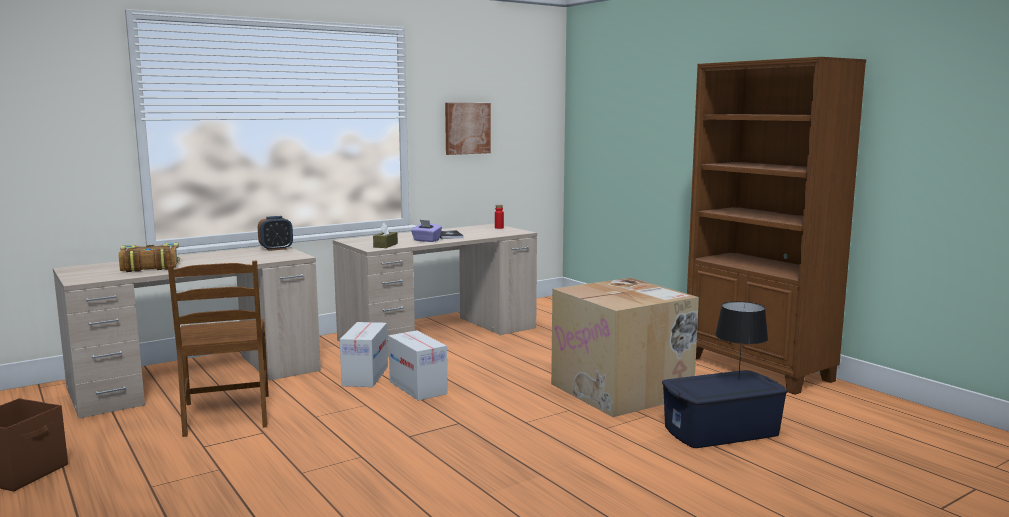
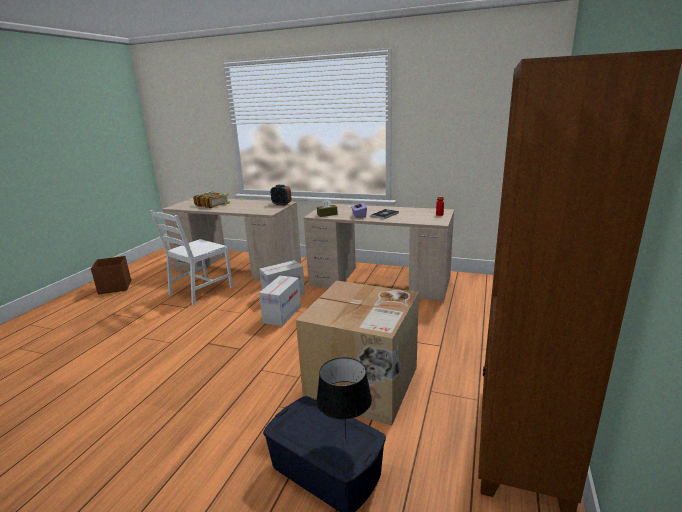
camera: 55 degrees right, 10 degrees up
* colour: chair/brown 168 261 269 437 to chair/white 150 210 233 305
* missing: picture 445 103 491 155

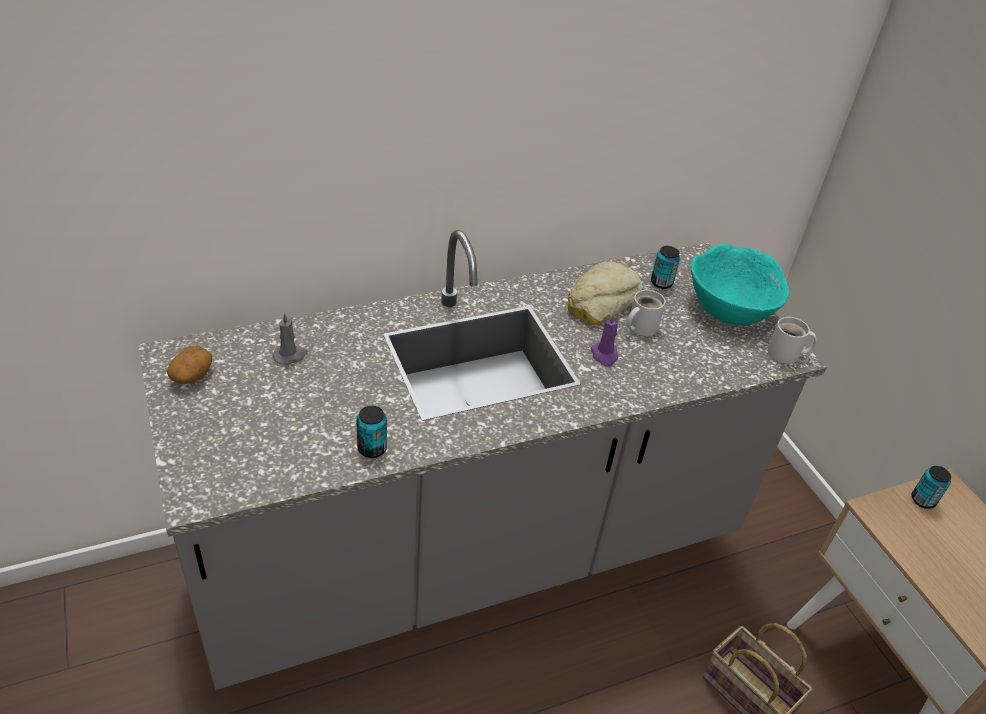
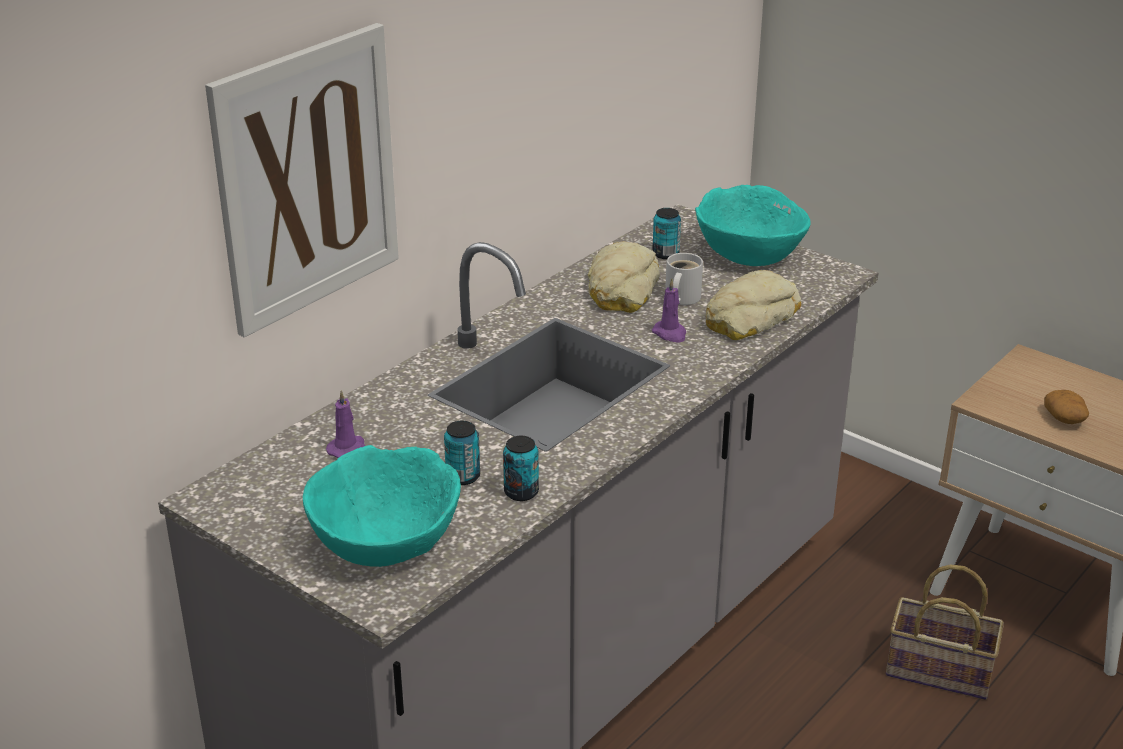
camera: 25 degrees left, 10 degrees down
* appeared: picture 205 23 399 338
* appeared: bowl/turquoise 303 445 461 567
* colour: candle/grey 273 313 308 365 to candle/purple 326 390 365 458
* relocated: can 912 466 951 509 to 444 421 480 485
* appeared: bread 705 270 801 340
* relocated: potato 167 346 212 384 to 1044 390 1089 424
* missing: mug/white 768 317 817 364

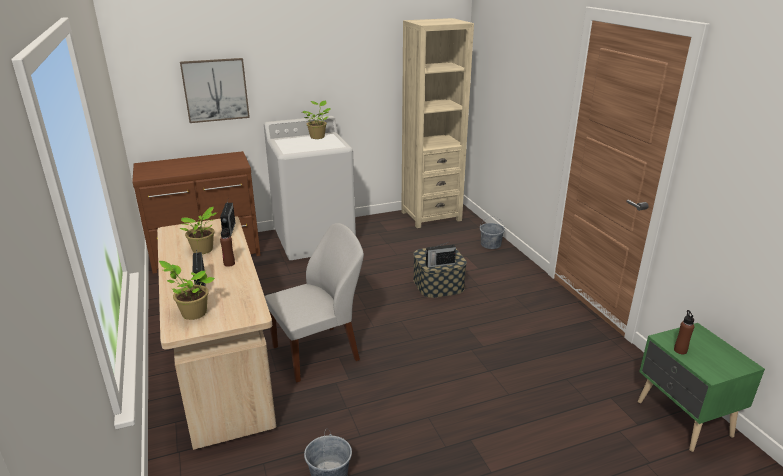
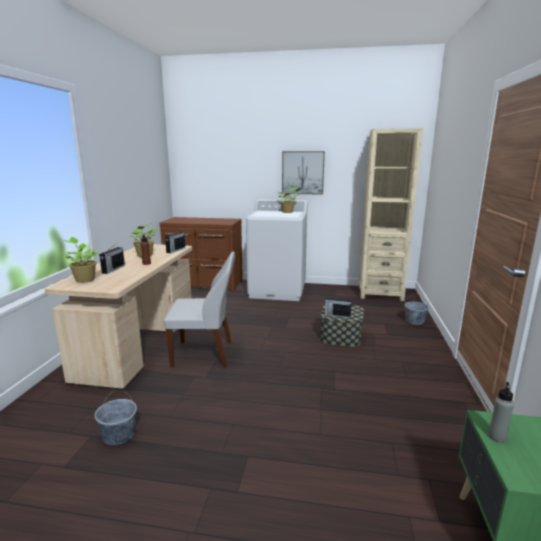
camera: 30 degrees right, 10 degrees down
* relocated: picture 180 58 250 123 to 282 151 325 195
* colour: bottle/brown 674 310 694 354 to bottle/grey 488 382 514 443

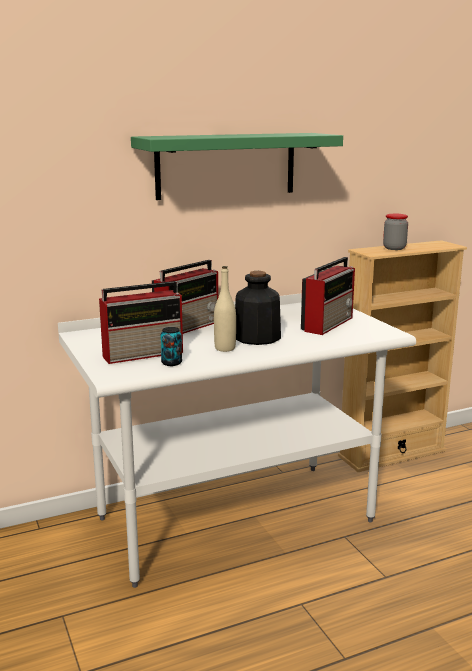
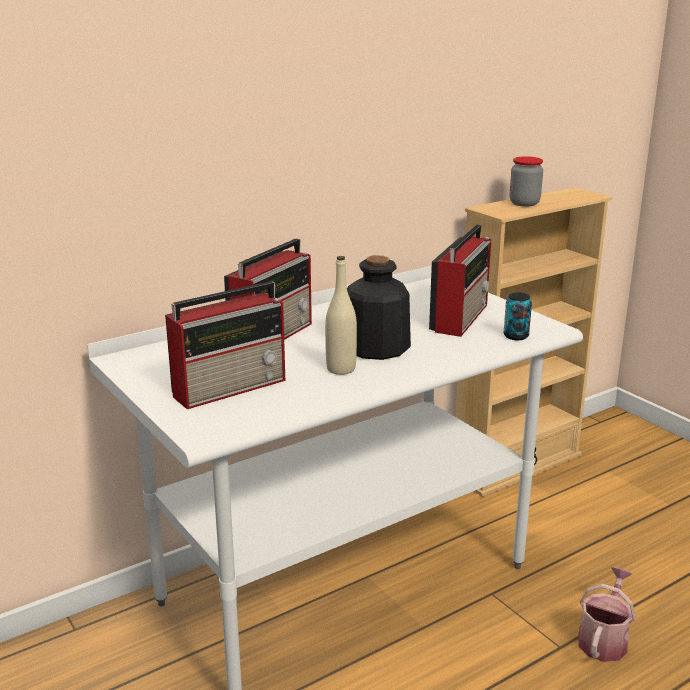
camera: 10 degrees left, 5 degrees up
* relocated: can 160 327 182 366 to 504 292 532 340
* appeared: watering can 578 567 636 662
* missing: shelf/green 131 133 343 200

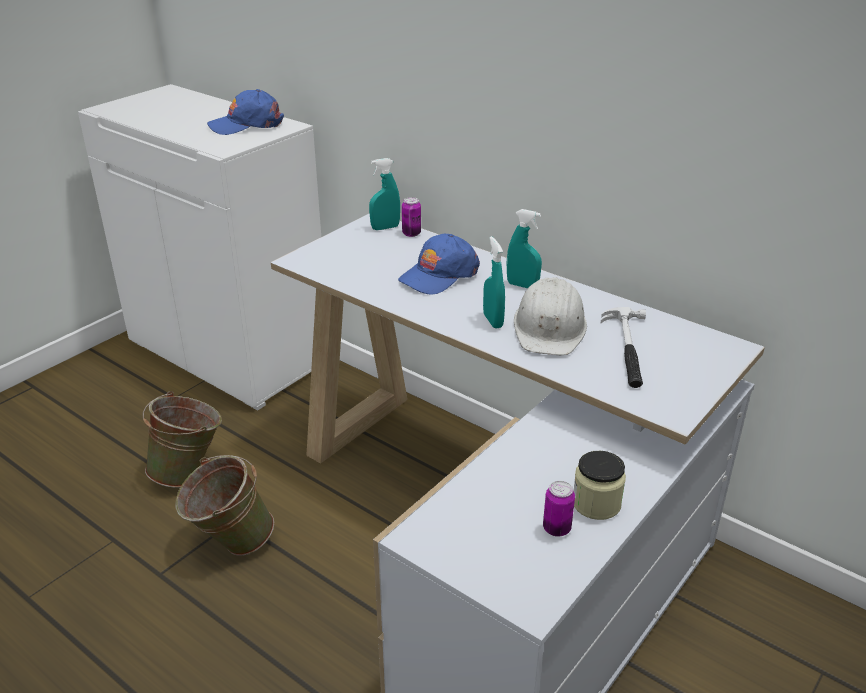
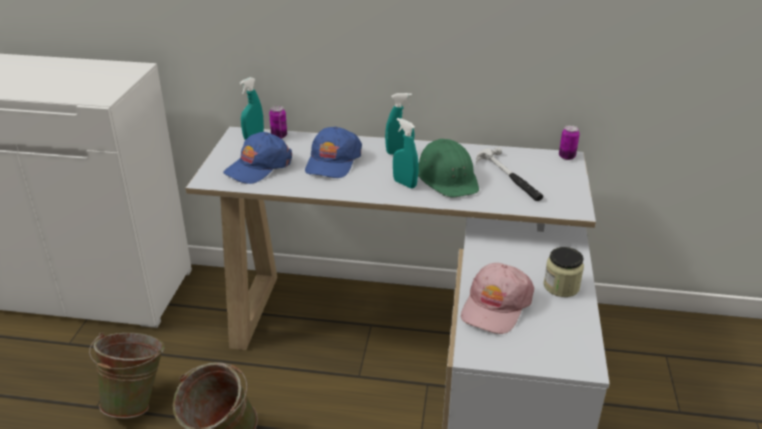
camera: 30 degrees left, 0 degrees up
* relocated: cap/blue 207 89 284 135 to 223 132 292 184
* colour: hard hat/white 514 277 587 355 to hard hat/green 418 139 479 197
* appeared: cap/pink 461 263 534 334
* relocated: can 543 481 575 537 to 559 125 580 160

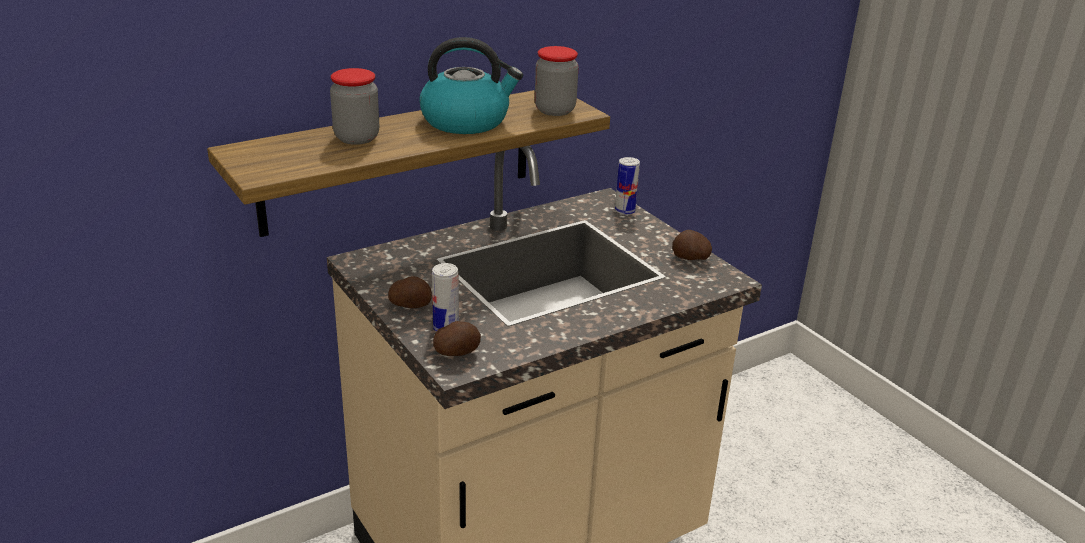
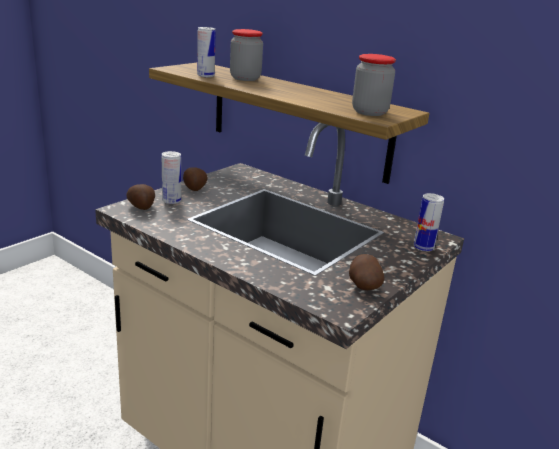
camera: 70 degrees right, 5 degrees down
* appeared: can 197 27 216 77
* missing: kettle 419 37 523 134

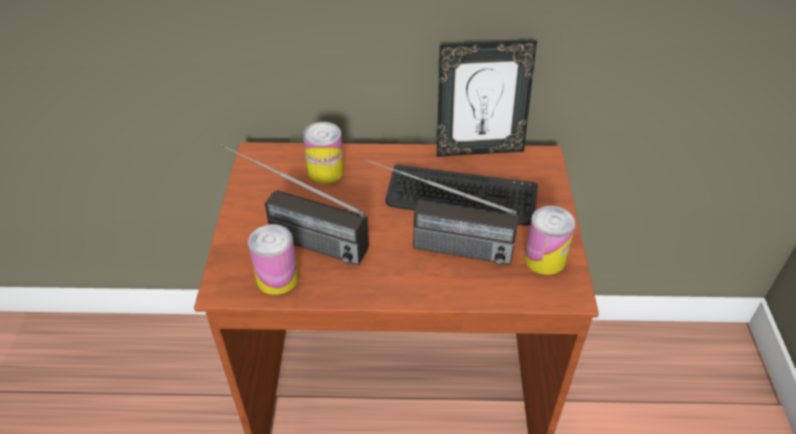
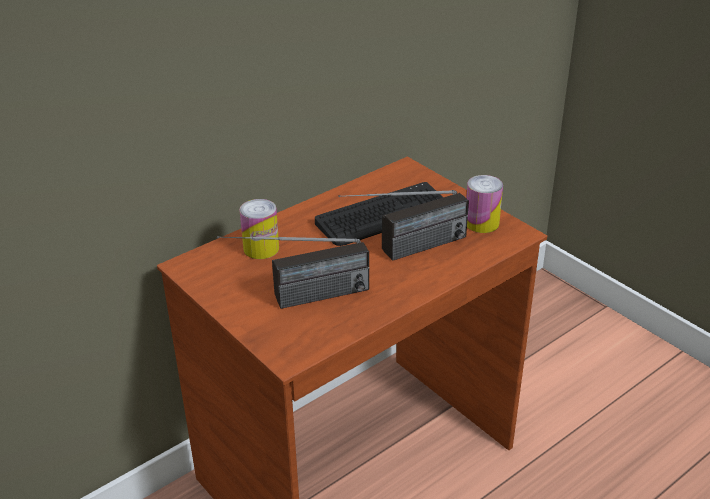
camera: 40 degrees left, 10 degrees down
* missing: can 248 224 299 295
* missing: picture frame 437 40 537 157

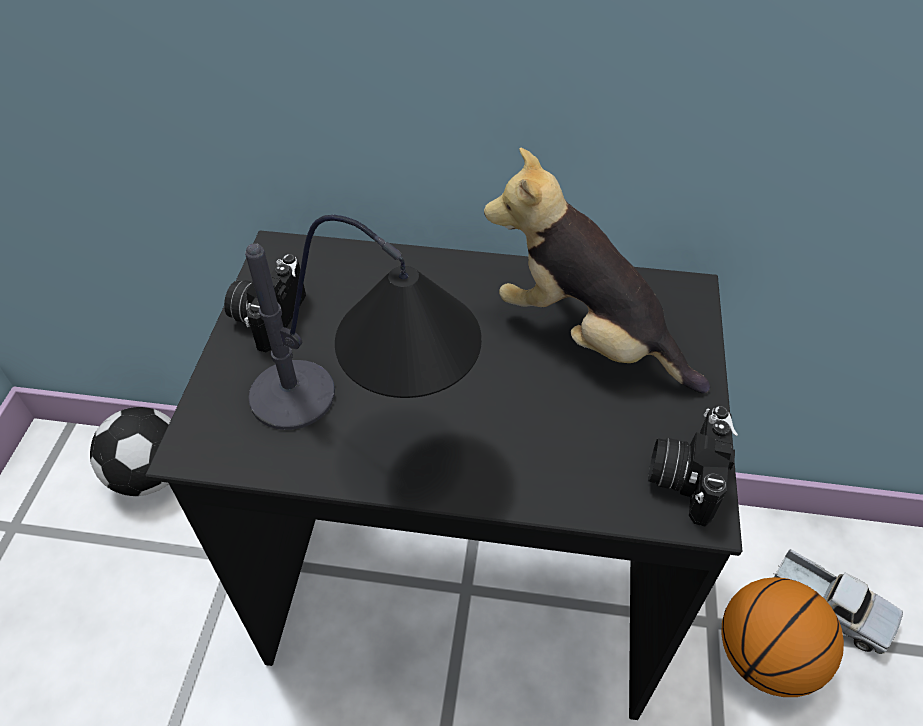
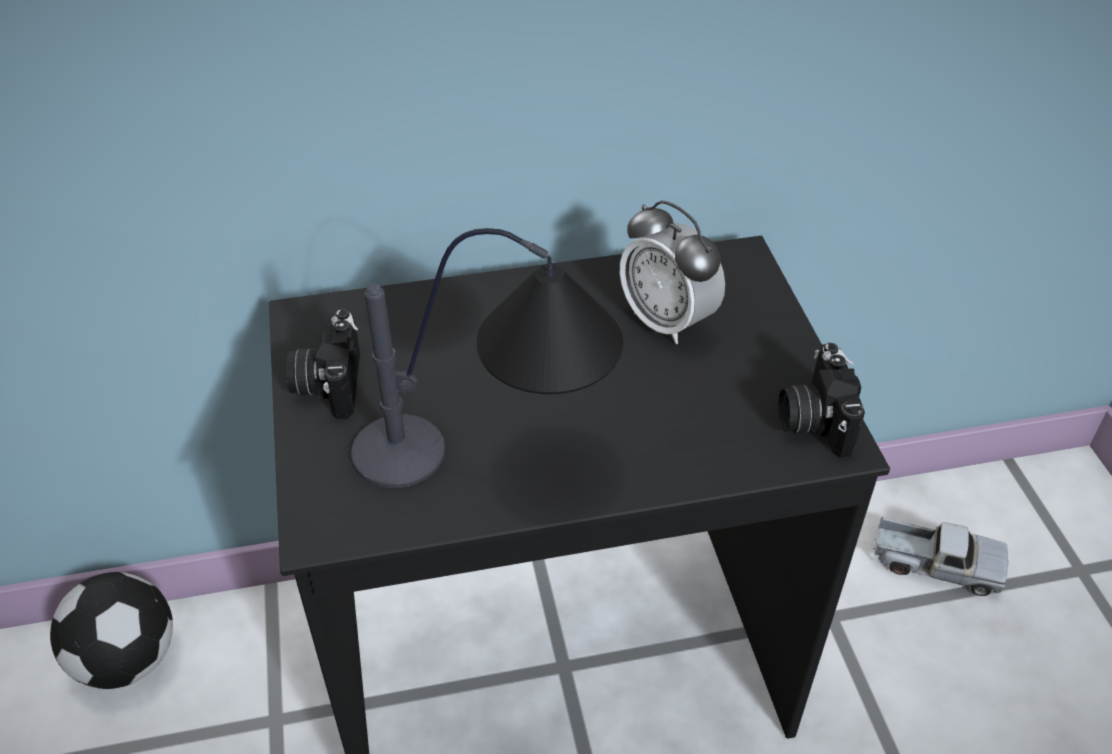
camera: 20 degrees left, 5 degrees down
* exchanged: plush toy 484 147 710 393 to alarm clock 620 200 725 344
* missing: basketball 721 577 844 697

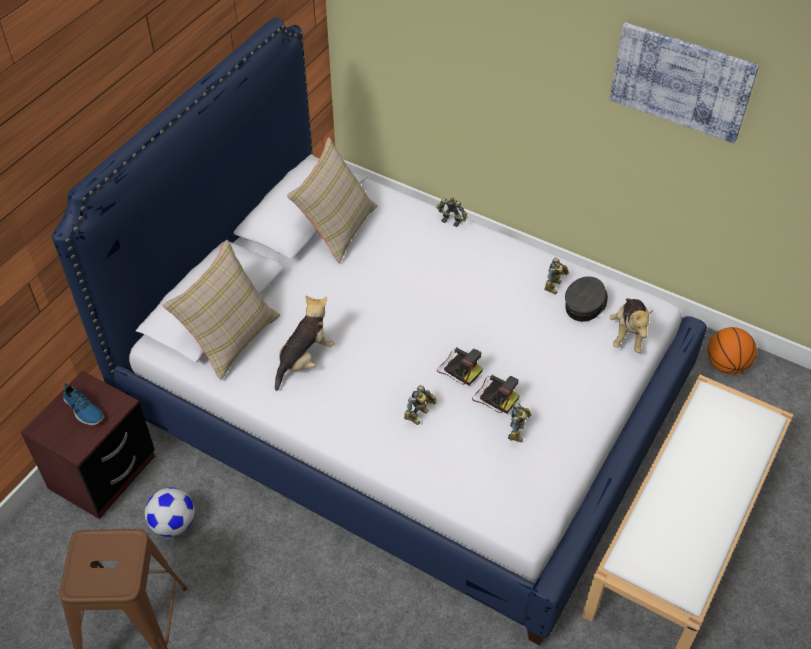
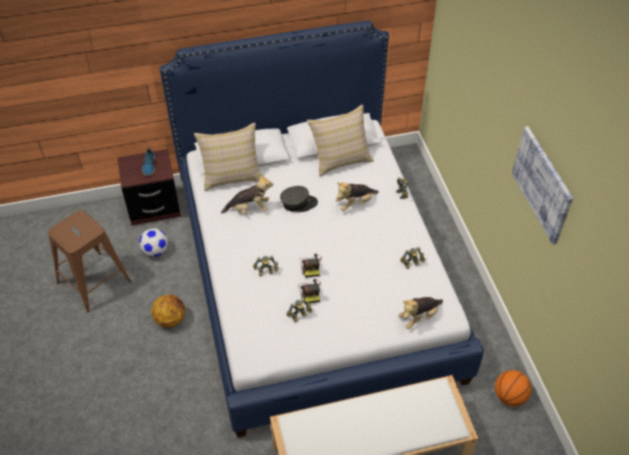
camera: 45 degrees right, 0 degrees up
* appeared: basketball 151 295 185 328
* relocated: cap/grey 565 276 608 322 to 280 186 318 212
* appeared: plush toy 336 183 379 211

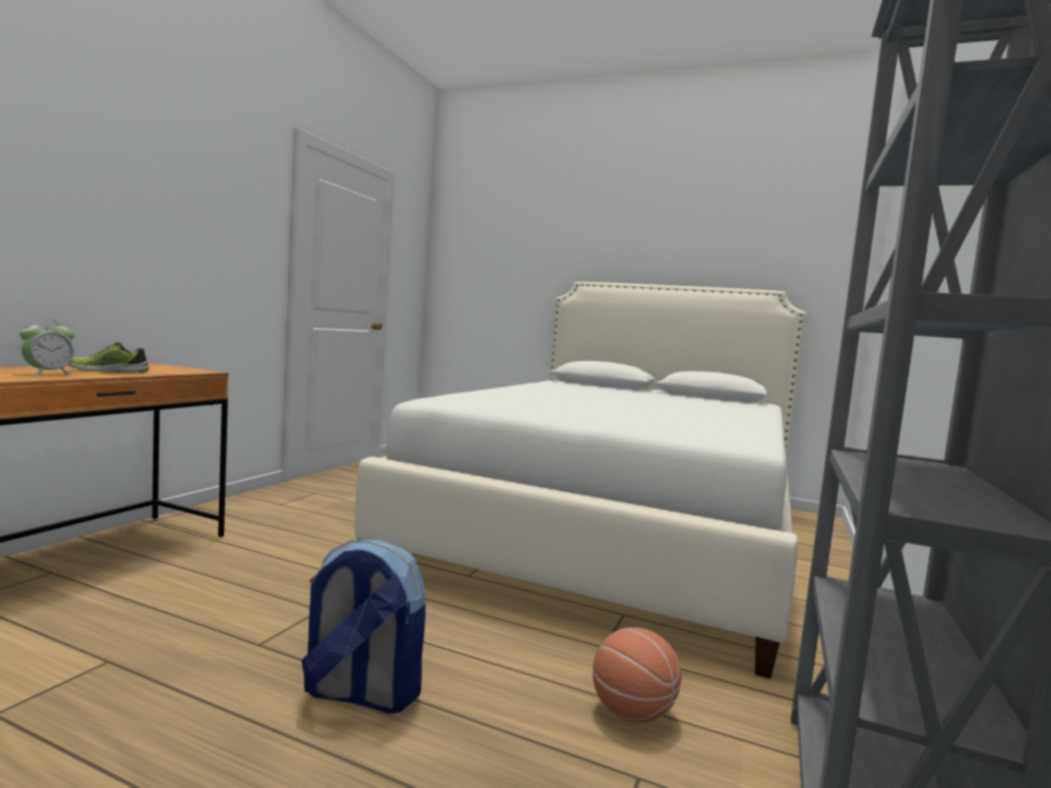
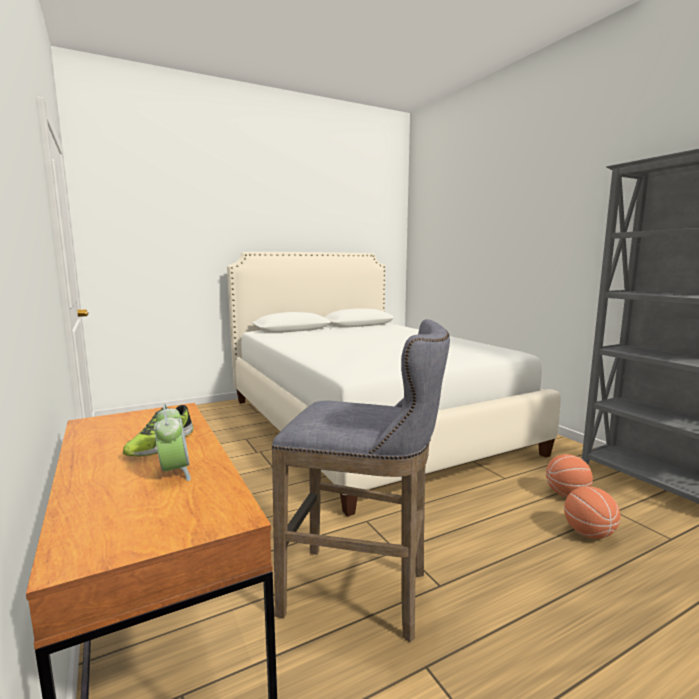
camera: 50 degrees left, 5 degrees up
* appeared: stool/grey 272 319 450 642
* appeared: basketball 564 486 620 539
* missing: backpack 301 539 426 714

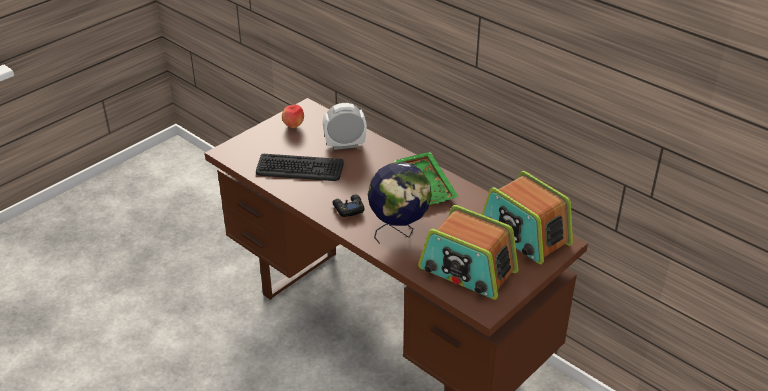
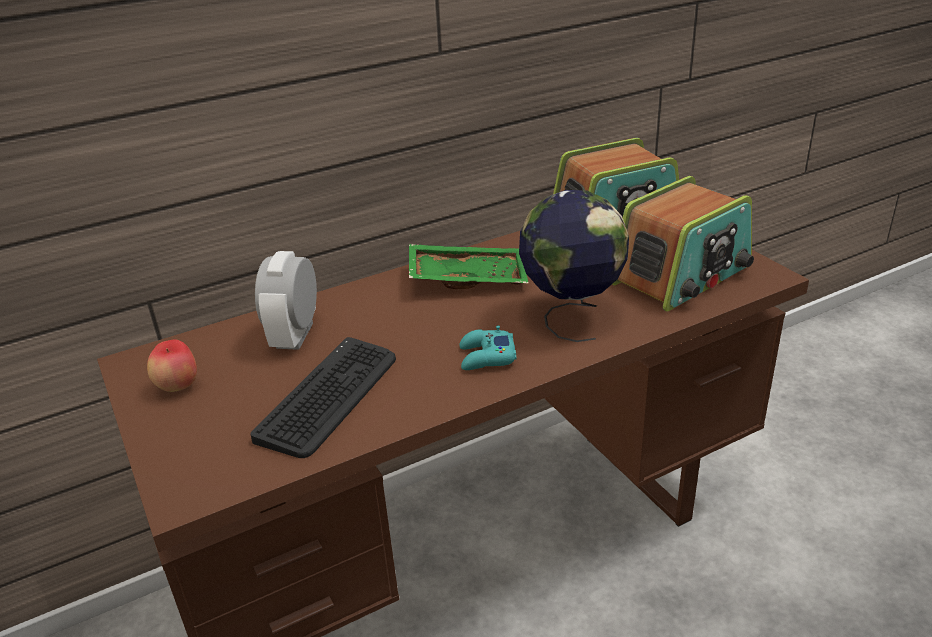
camera: 70 degrees left, 5 degrees down
* colour: game controller/black 332 194 365 217 to game controller/turquoise 459 325 516 370

